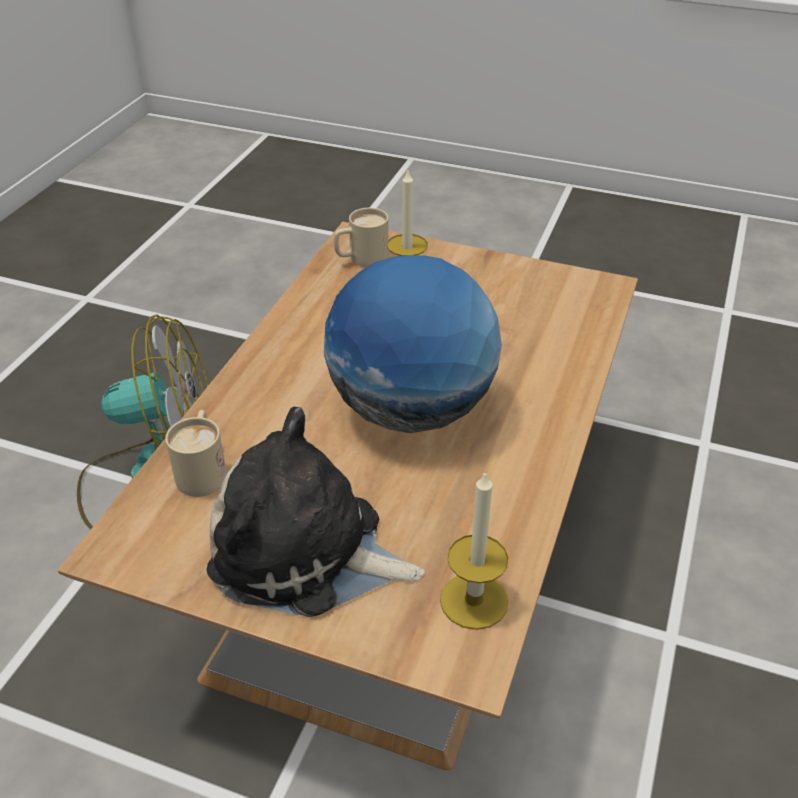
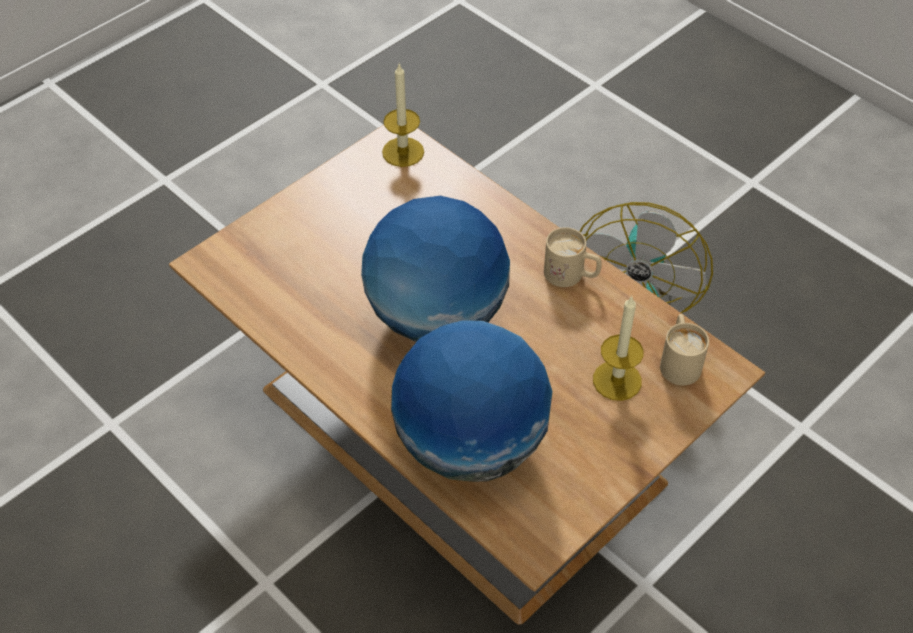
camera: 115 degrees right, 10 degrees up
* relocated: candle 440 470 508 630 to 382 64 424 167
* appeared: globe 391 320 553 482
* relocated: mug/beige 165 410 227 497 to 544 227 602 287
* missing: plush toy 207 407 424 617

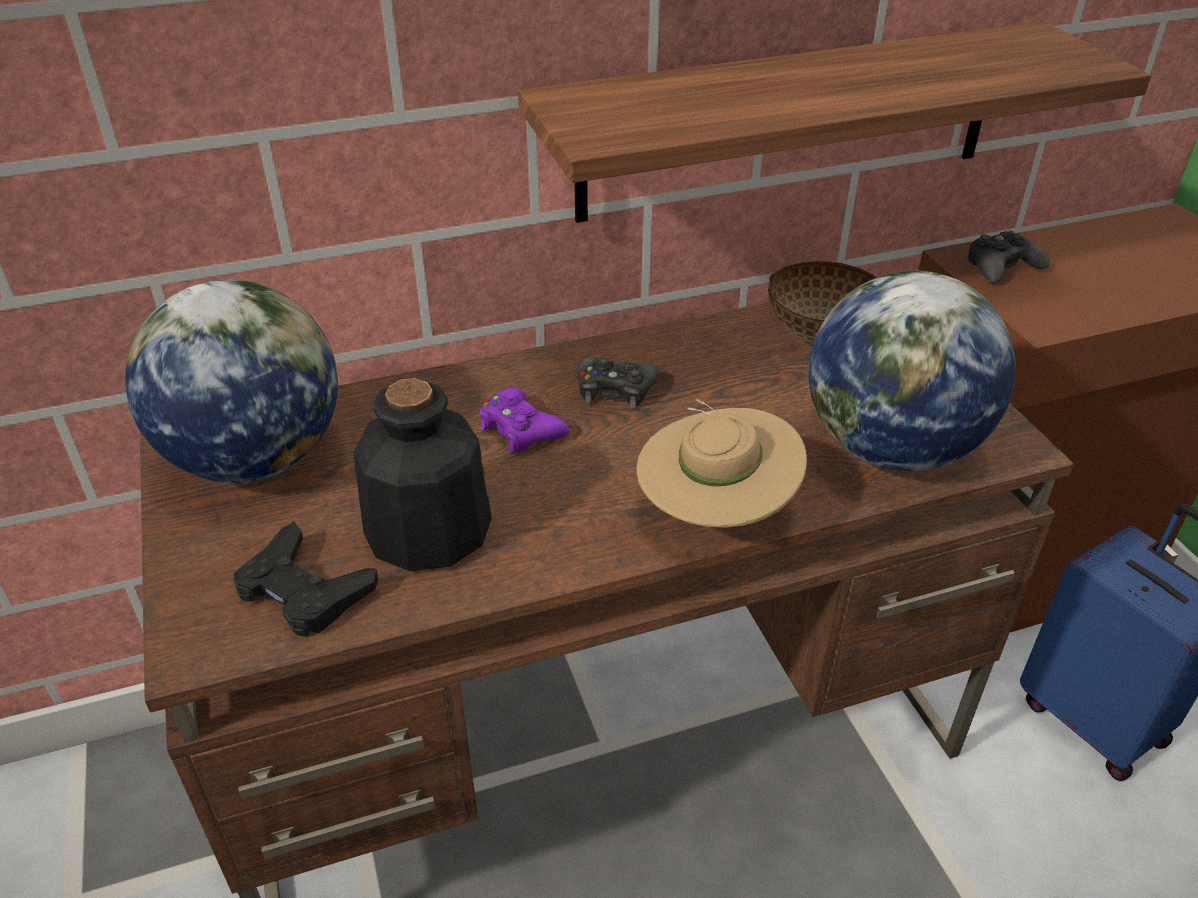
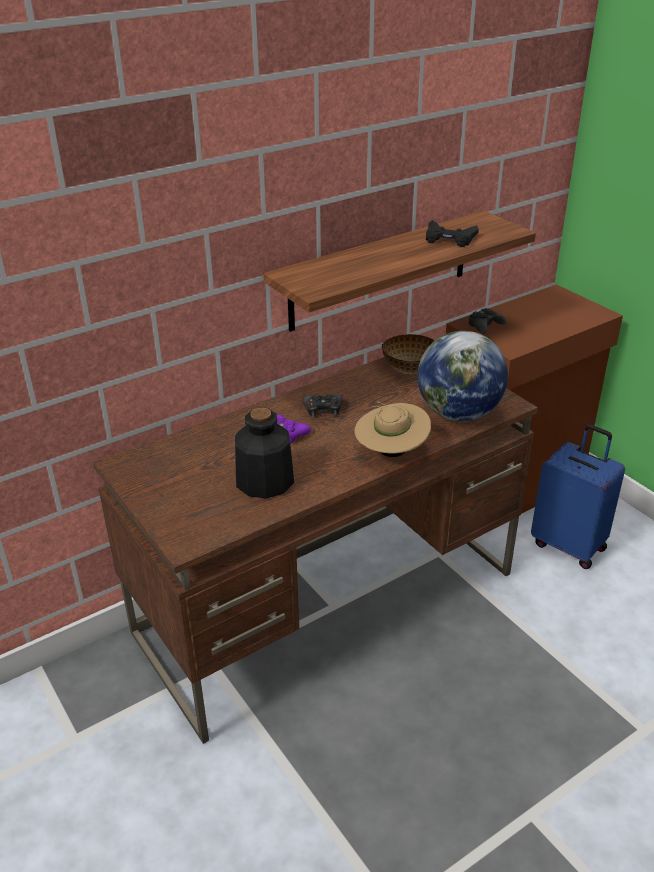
camera: 15 degrees left, 5 degrees down
* relocated: game controller/black 233 522 378 637 to 426 220 479 247
* missing: globe 125 280 338 483

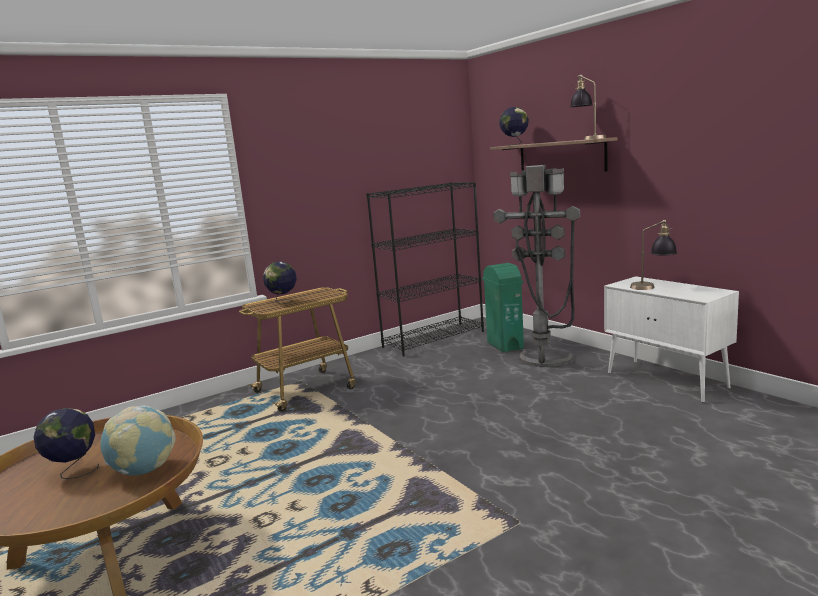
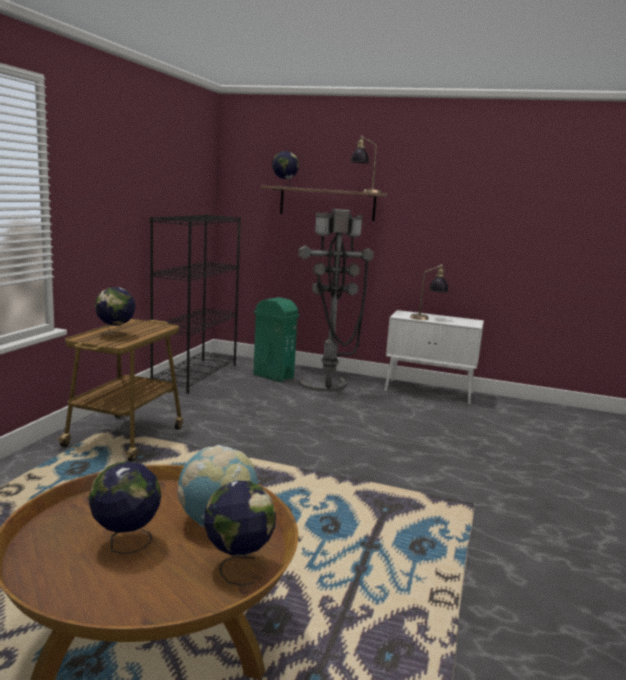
camera: 40 degrees left, 0 degrees up
* appeared: globe 204 481 276 586

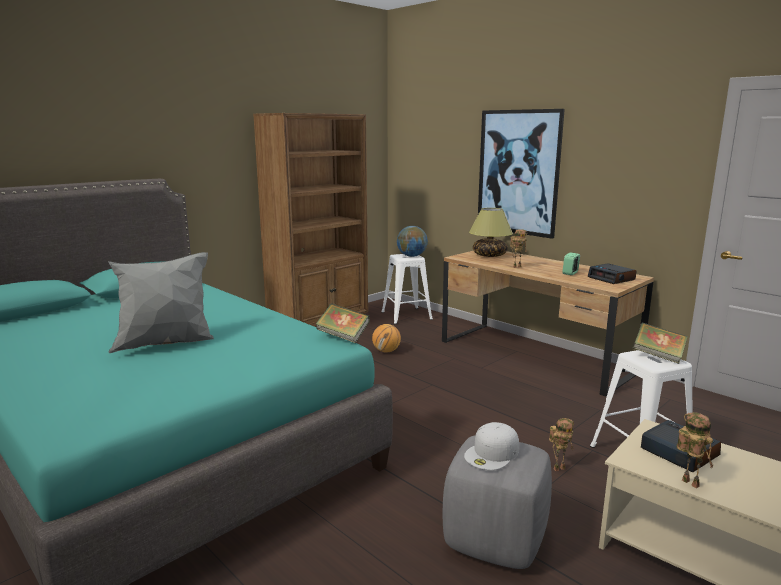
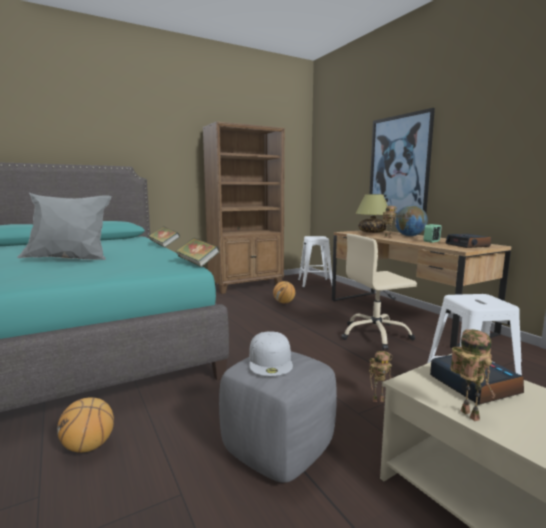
camera: 15 degrees right, 5 degrees down
* appeared: basketball 57 397 114 453
* relocated: book 633 322 688 364 to 149 226 180 248
* spun: cap/white 464 422 519 470 = 249 331 293 376 60 degrees counterclockwise
* appeared: office chair/beige 341 234 417 350
* relocated: globe 397 226 428 257 to 395 205 428 236

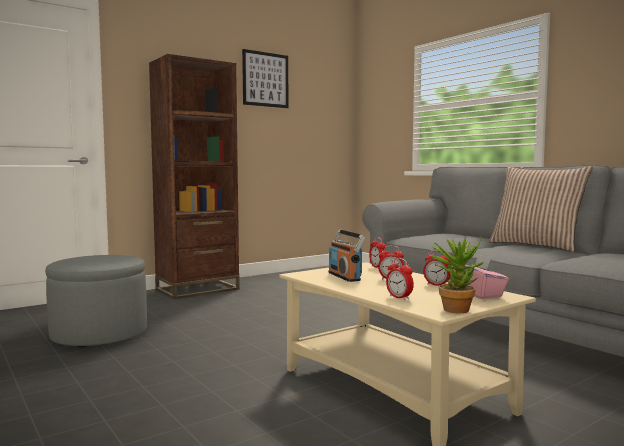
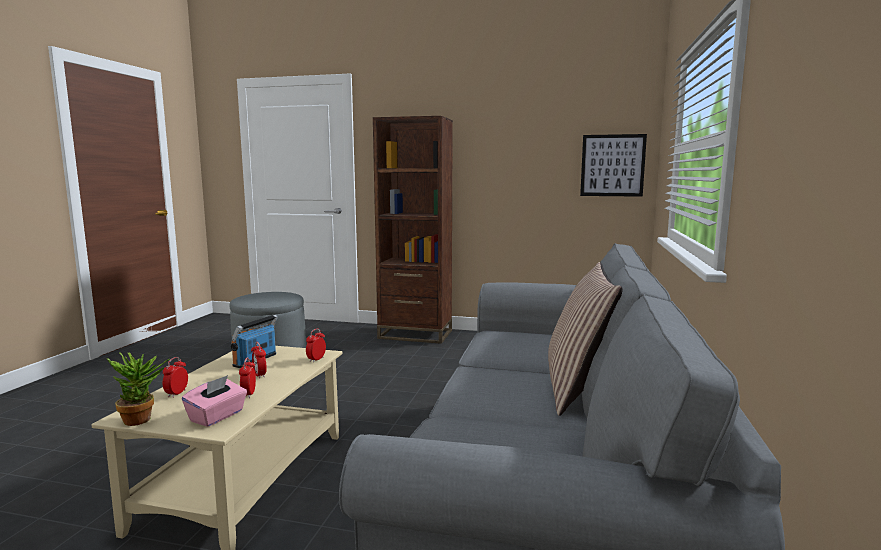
camera: 50 degrees right, 5 degrees up
* relocated: picture 242 49 288 108 to 580 134 647 197

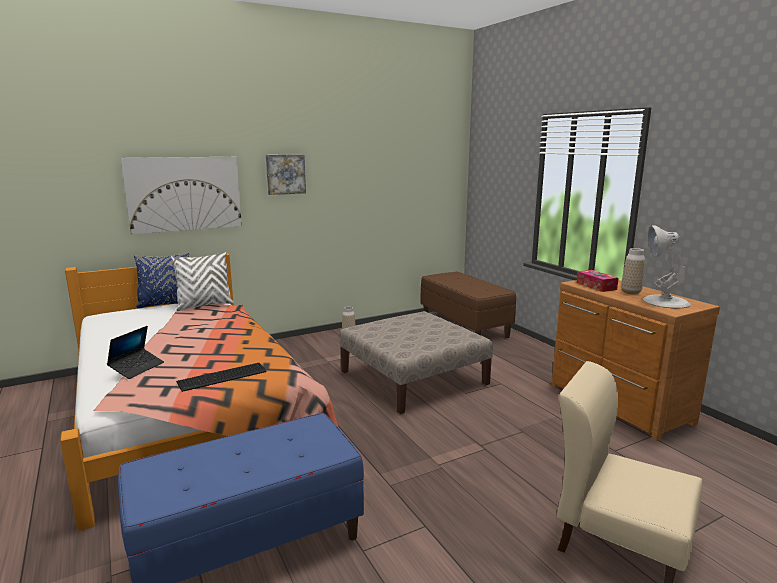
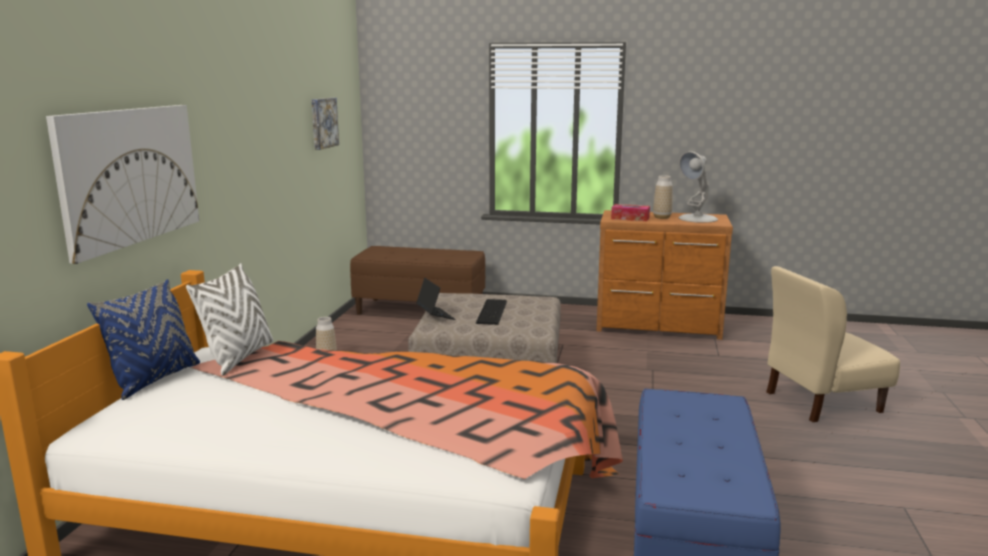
camera: 50 degrees left, 0 degrees up
* relocated: picture 266 154 306 195 to 311 98 339 150
* relocated: laptop 107 326 164 379 to 416 278 455 320
* relocated: keyboard 176 363 267 392 to 476 299 507 325

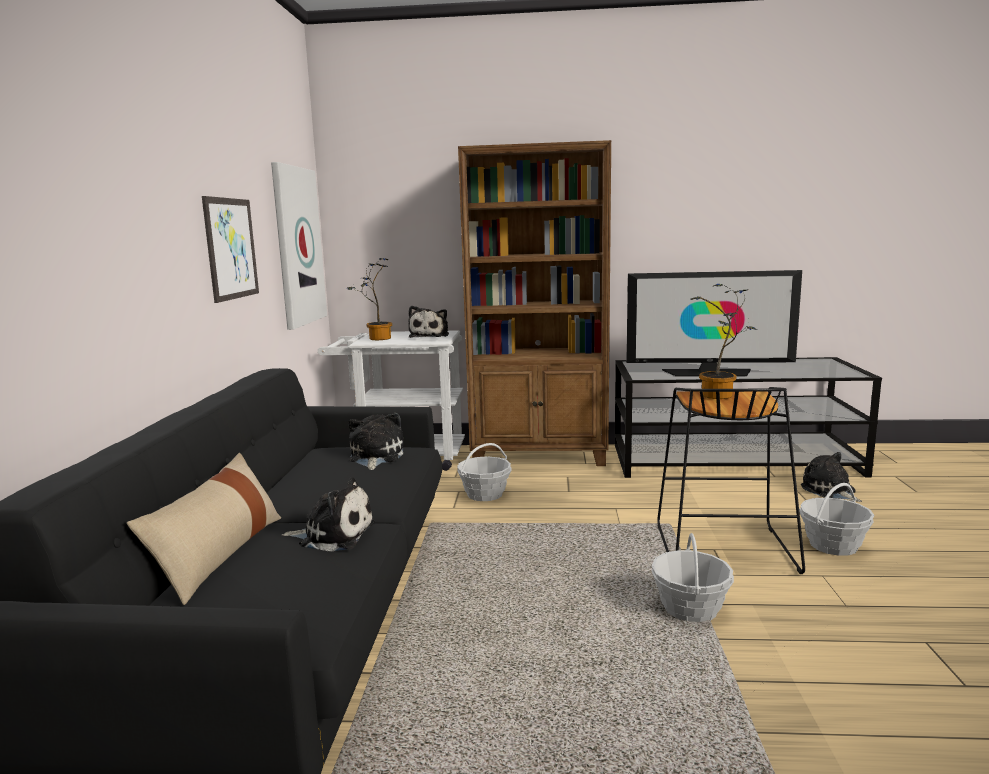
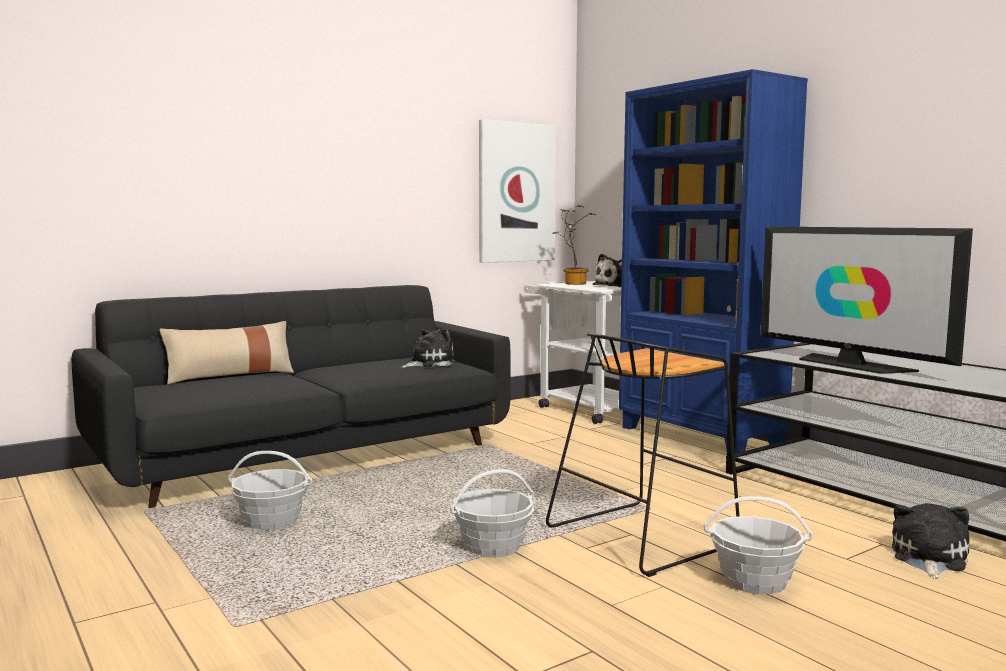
camera: 50 degrees right, 5 degrees down
* relocated: basket 457 443 512 501 to 228 451 312 529
* colour: bookcase/brown 458 140 611 466 to bookcase/blue 619 69 808 453
* missing: picture 202 196 259 303
* missing: plush toy 282 477 375 551
* missing: potted plant 690 284 757 399

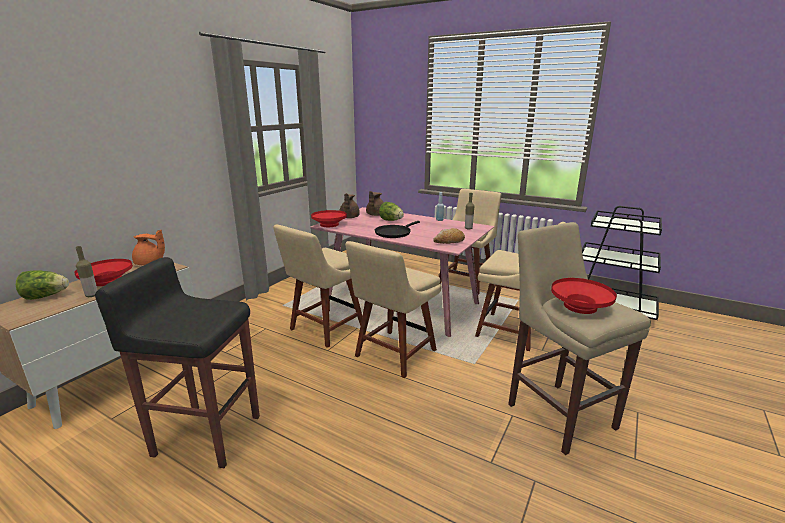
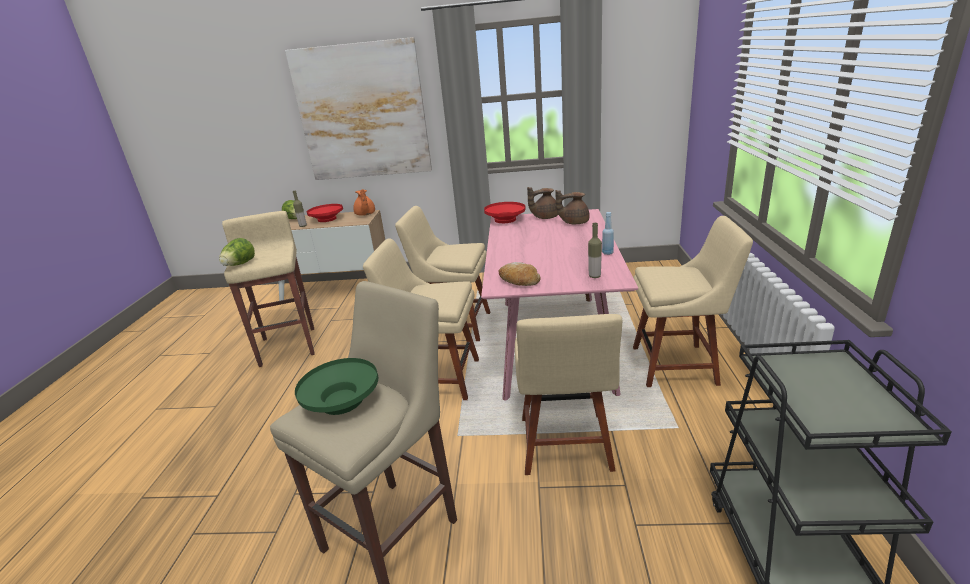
camera: 65 degrees right, 5 degrees up
* relocated: lettuce 379 202 404 221 to 219 238 255 266
* colour: stool/black 95 257 260 468 to stool/beige 222 211 314 367
* appeared: picture 285 37 432 180
* colour: bowl/red 551 278 617 314 to bowl/green 295 358 378 415
* missing: frying pan/black 375 221 420 238

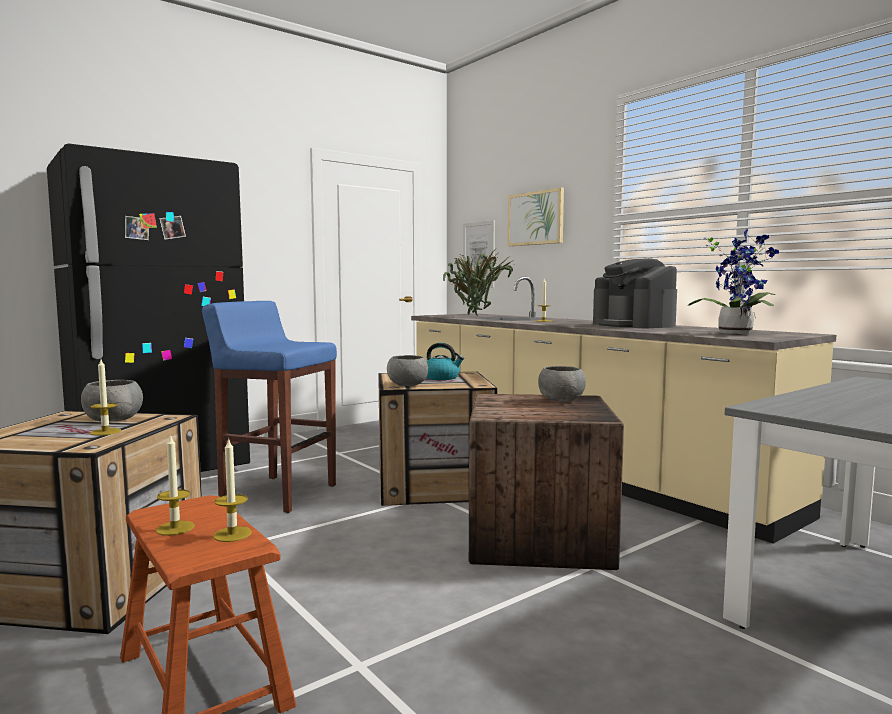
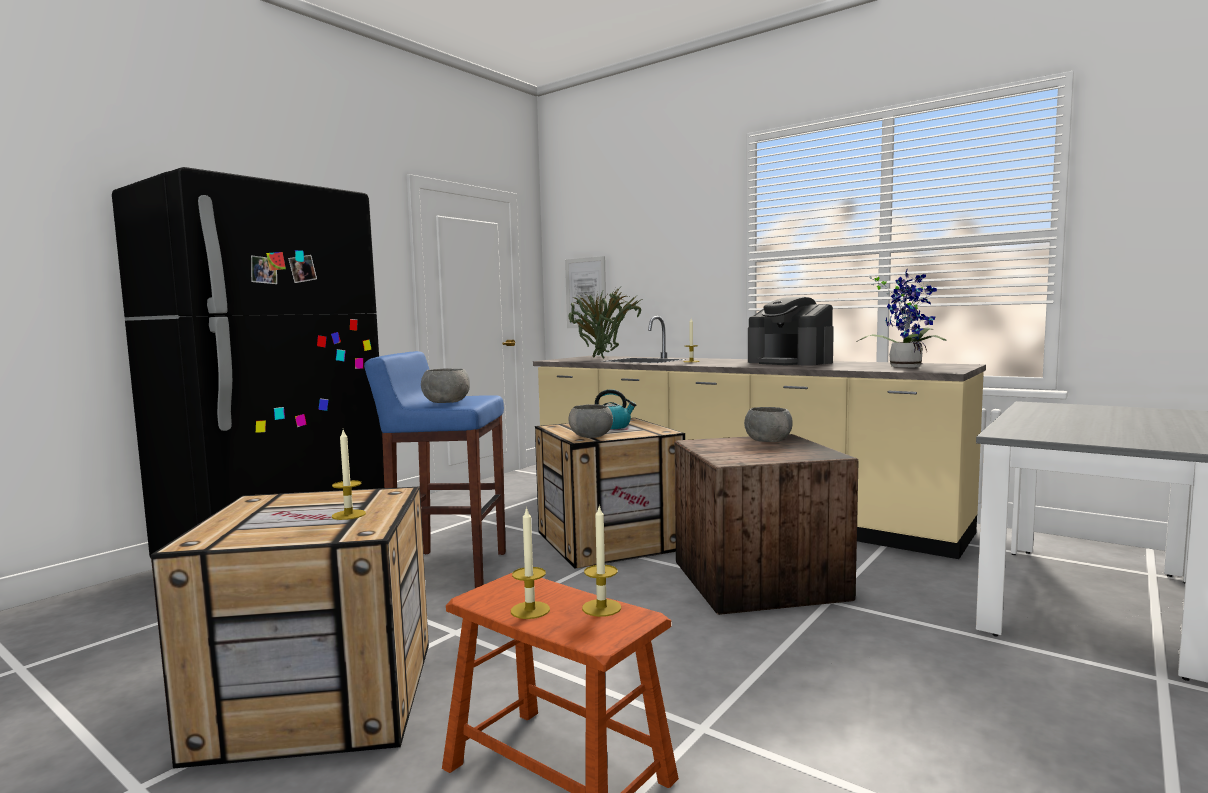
camera: 15 degrees left, 0 degrees up
* relocated: bowl/grey 81 380 143 421 to 421 368 470 403
* missing: picture 508 187 564 246

